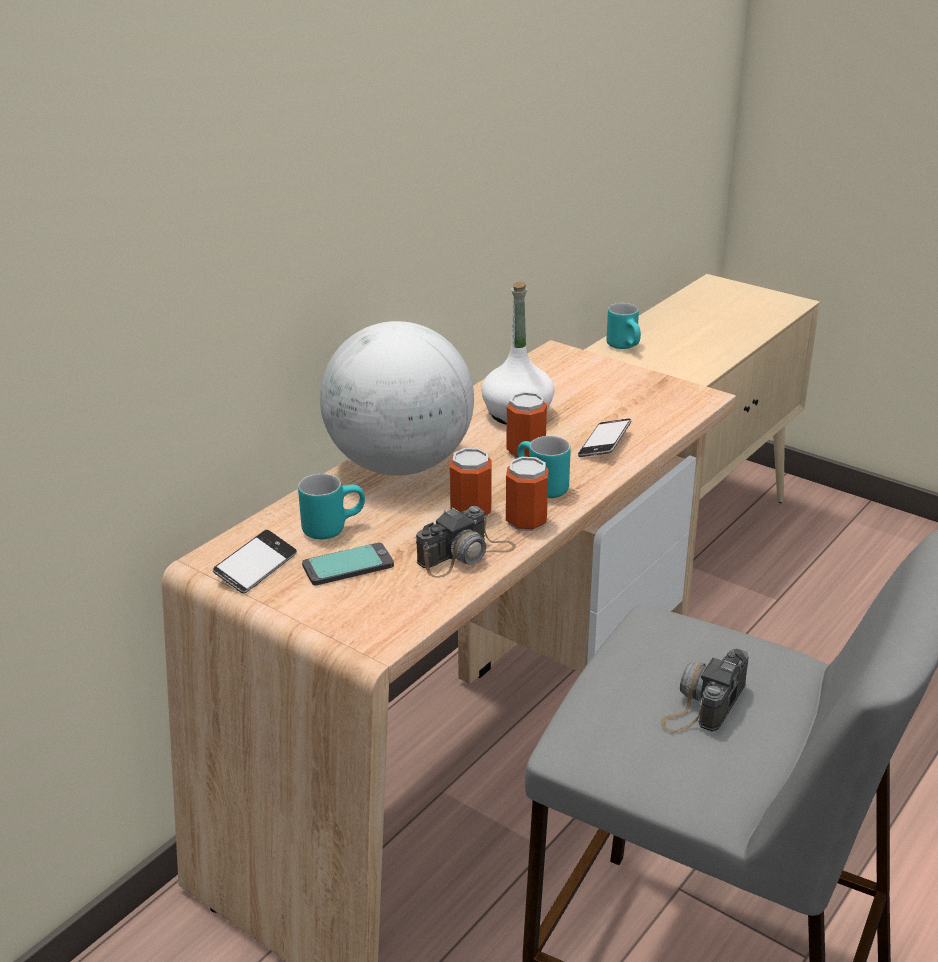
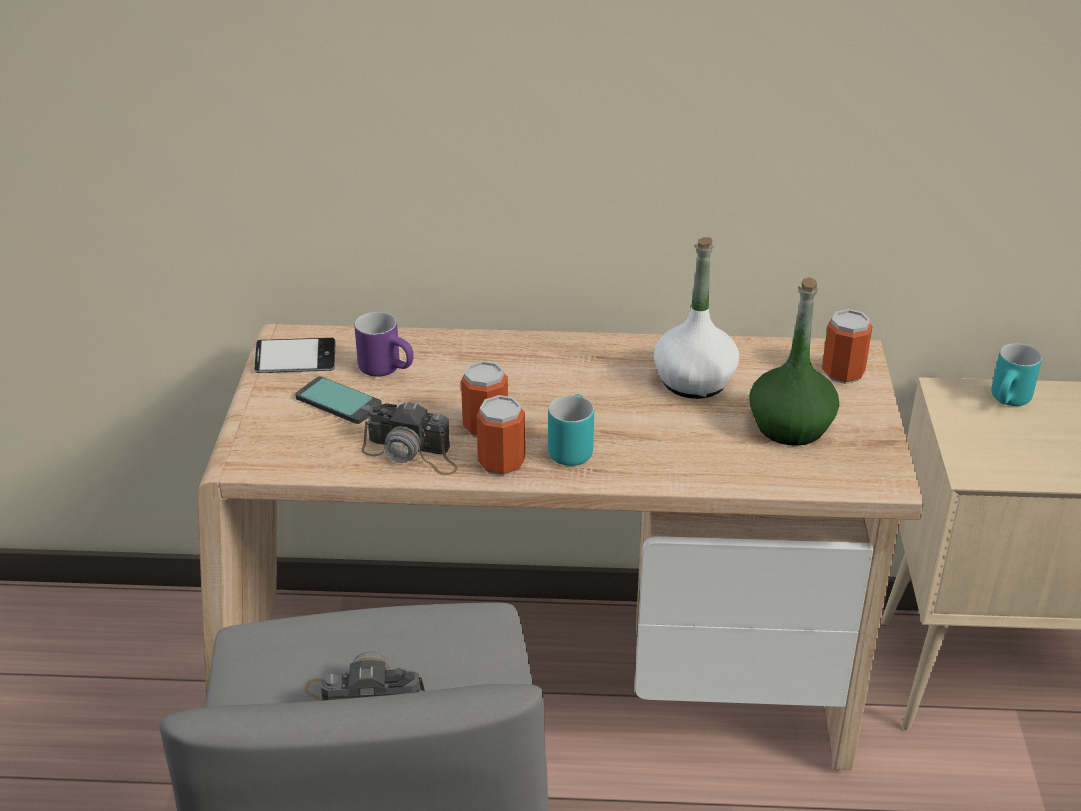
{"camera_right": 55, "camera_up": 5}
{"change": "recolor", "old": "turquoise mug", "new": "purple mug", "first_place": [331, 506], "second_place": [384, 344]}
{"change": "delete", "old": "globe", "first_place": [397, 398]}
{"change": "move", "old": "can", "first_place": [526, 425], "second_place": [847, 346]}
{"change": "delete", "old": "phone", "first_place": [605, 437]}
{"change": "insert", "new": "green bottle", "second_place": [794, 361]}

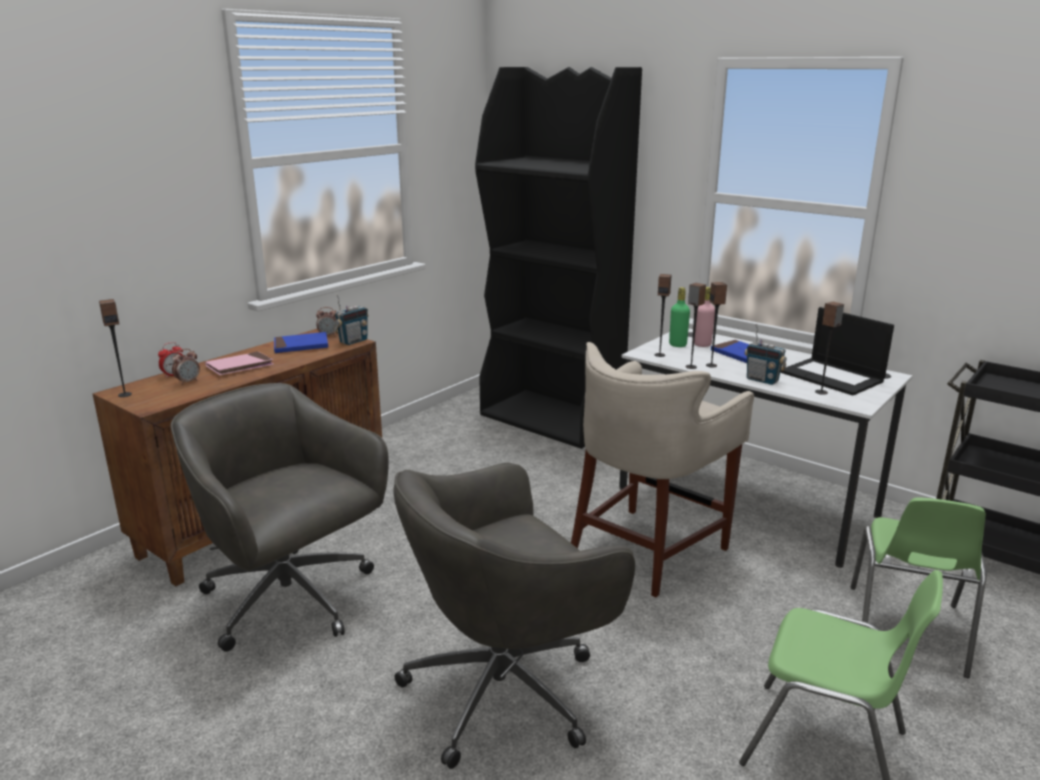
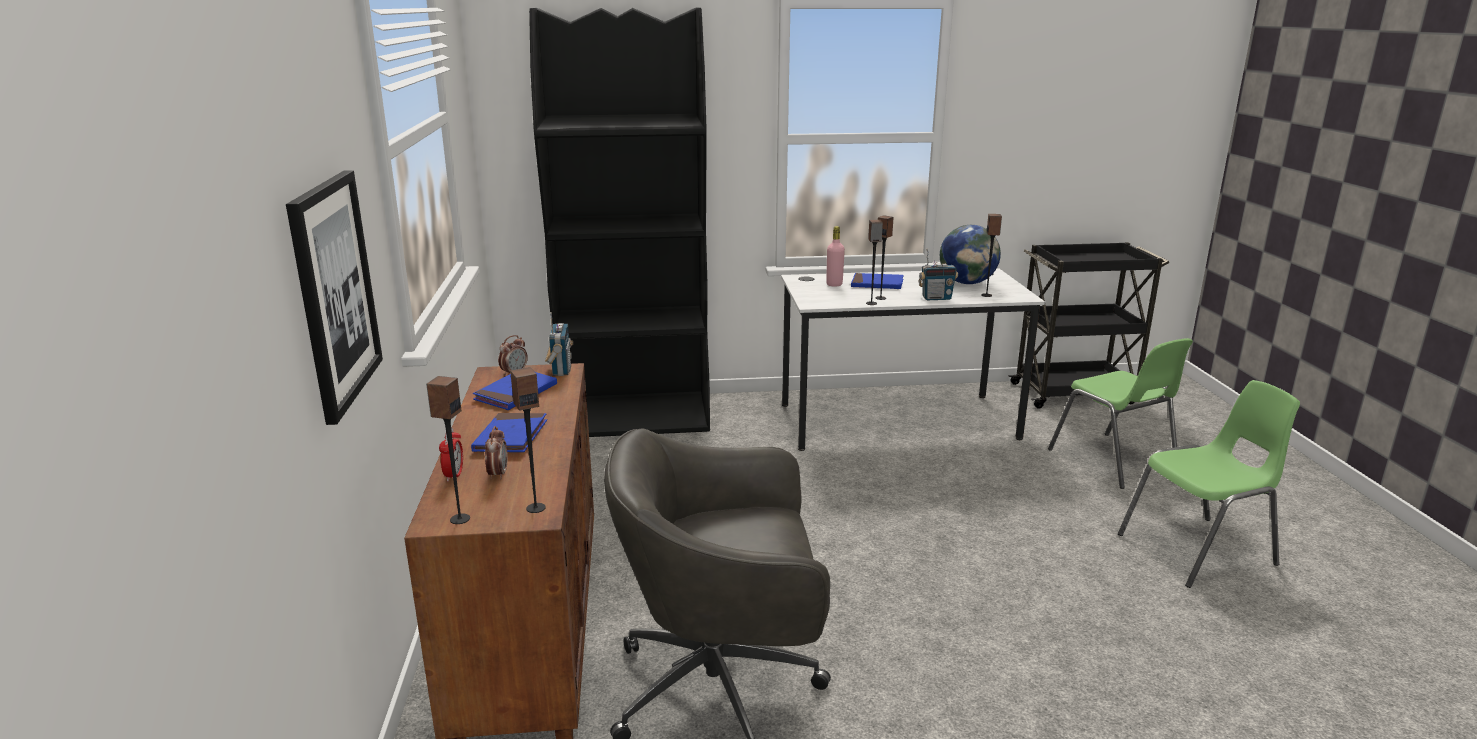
{"camera_right": -45, "camera_up": 0}
{"change": "recolor", "old": "pink book", "new": "blue book", "first_place": [239, 363], "second_place": [509, 432]}
{"change": "delete", "old": "grey office chair", "first_place": [514, 616]}
{"change": "delete", "old": "beige stool", "first_place": [662, 470]}
{"change": "move", "old": "speaker", "first_place": [663, 315], "second_place": [528, 440]}
{"change": "delete", "old": "green bottle", "first_place": [679, 317]}
{"change": "replace", "old": "laptop", "new": "globe", "first_place": [837, 351], "second_place": [970, 254]}
{"change": "insert", "new": "picture", "second_place": [334, 297]}

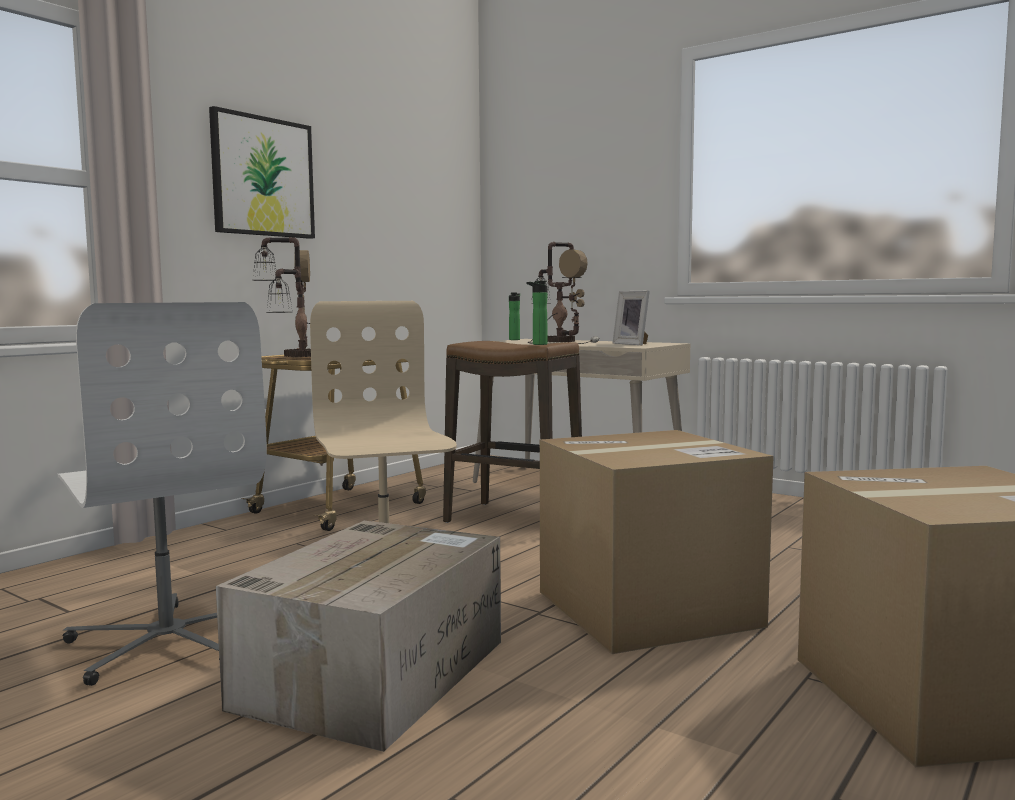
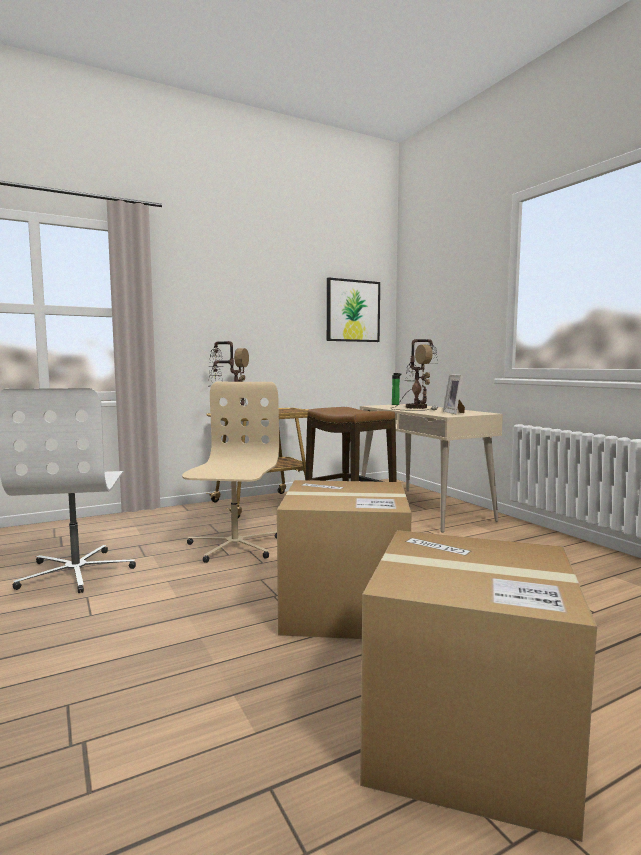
{"camera_right": 25, "camera_up": 0}
{"change": "move", "old": "picture", "first_place": [262, 172], "second_place": [353, 310]}
{"change": "delete", "old": "cardboard box", "first_place": [358, 636]}
{"change": "delete", "old": "bottle", "first_place": [537, 313]}

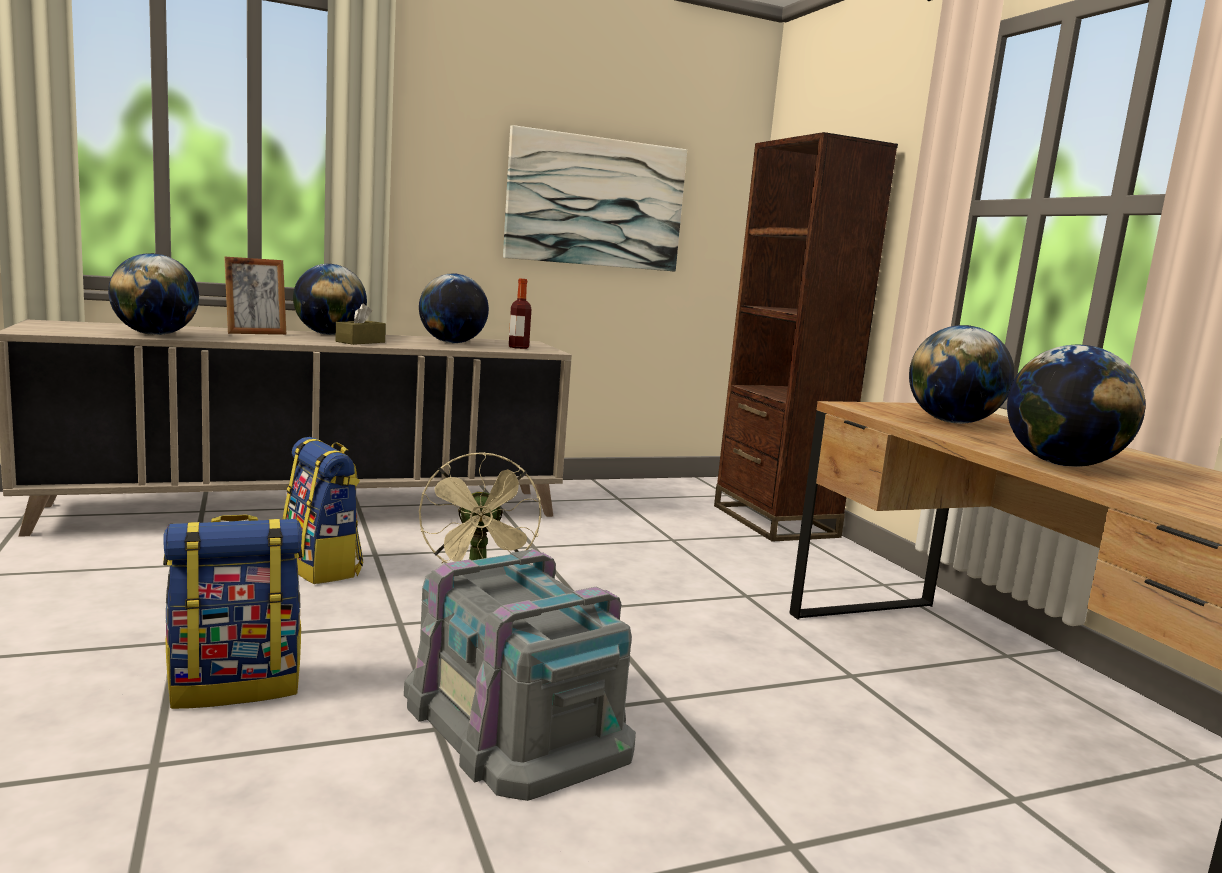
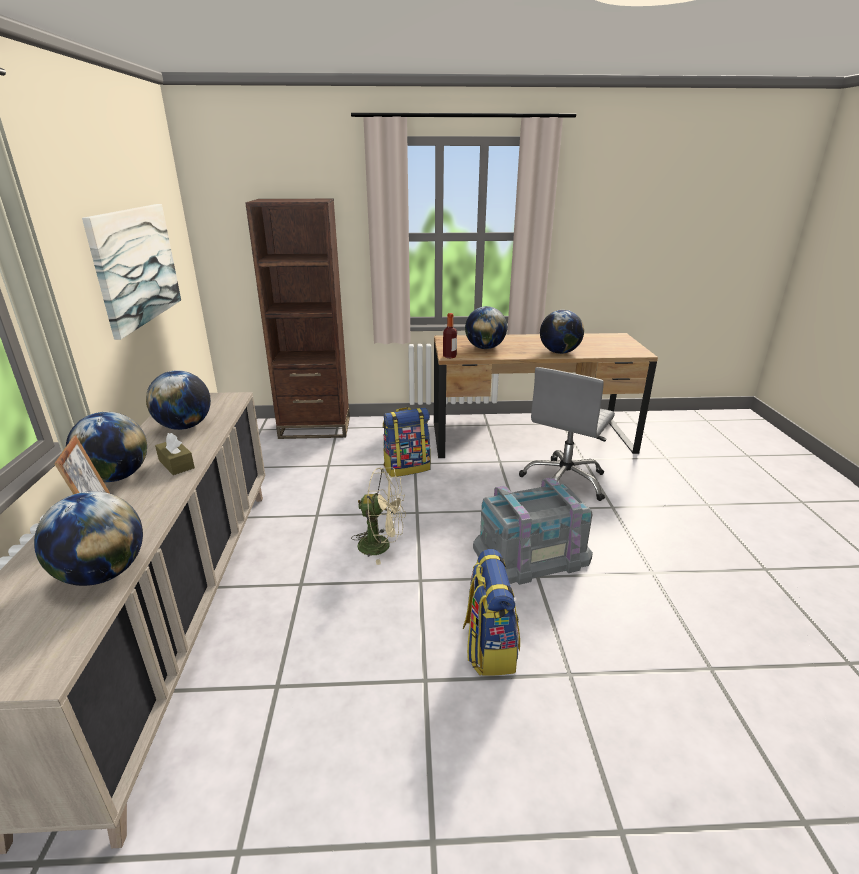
{"camera_right": -70, "camera_up": 15}
{"change": "move", "old": "backpack", "first_place": [323, 510], "second_place": [407, 442]}
{"change": "move", "old": "bottle", "first_place": [520, 313], "second_place": [450, 335]}
{"change": "insert", "new": "grey office chair", "second_place": [567, 434]}

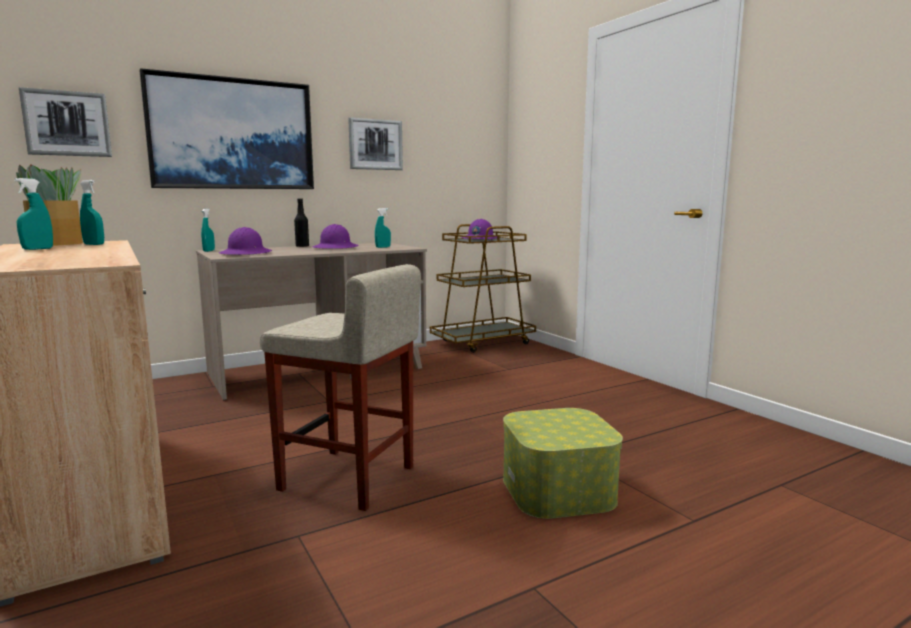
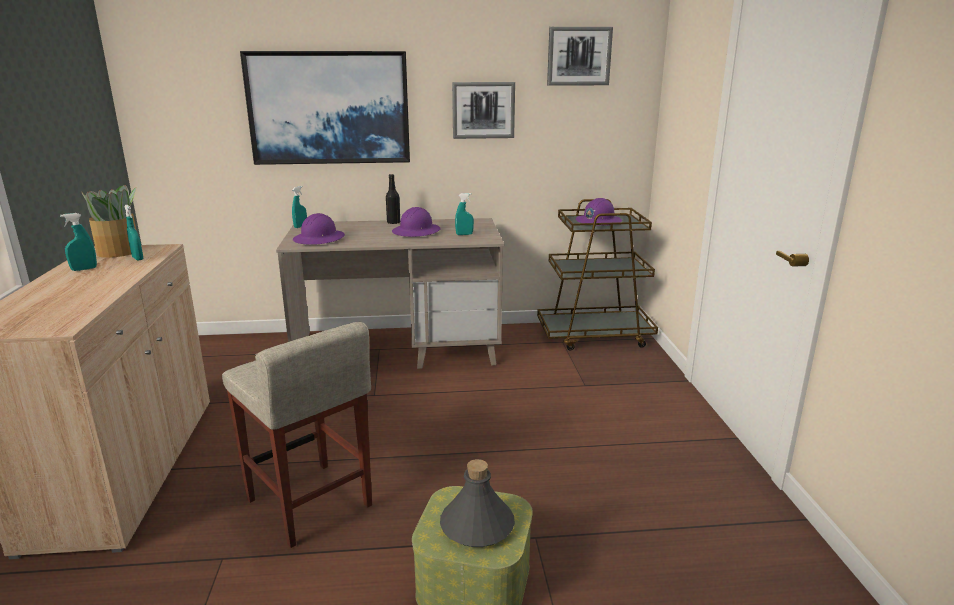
{"camera_right": 25, "camera_up": 10}
{"change": "move", "old": "picture", "first_place": [65, 122], "second_place": [580, 56]}
{"change": "insert", "new": "grey bottle", "second_place": [477, 503]}

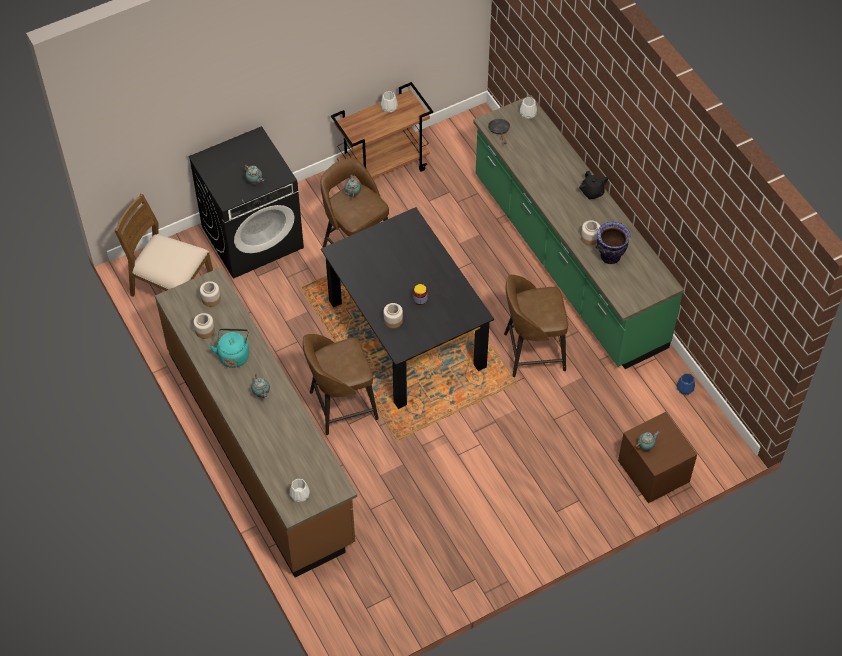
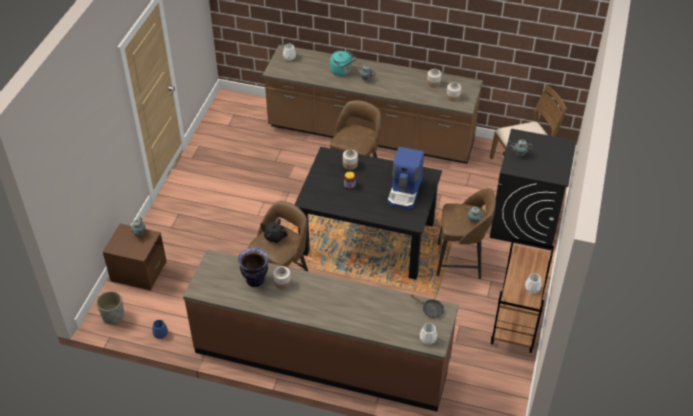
{"camera_right": 135, "camera_up": -10}
{"change": "move", "old": "turquoise kettle", "first_place": [229, 348], "second_place": [343, 63]}
{"change": "recolor", "old": "green counter", "new": "brown counter", "first_place": [578, 232], "second_place": [321, 330]}
{"change": "move", "old": "black teapot", "first_place": [593, 185], "second_place": [274, 231]}
{"change": "insert", "new": "grey planter", "second_place": [110, 308]}
{"change": "insert", "new": "coffee machine", "second_place": [405, 178]}

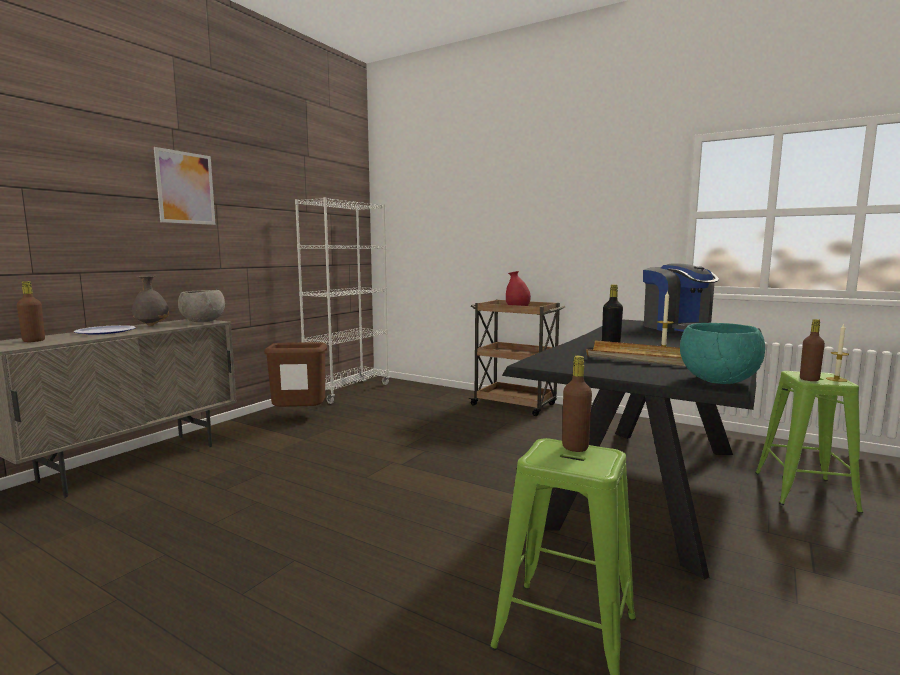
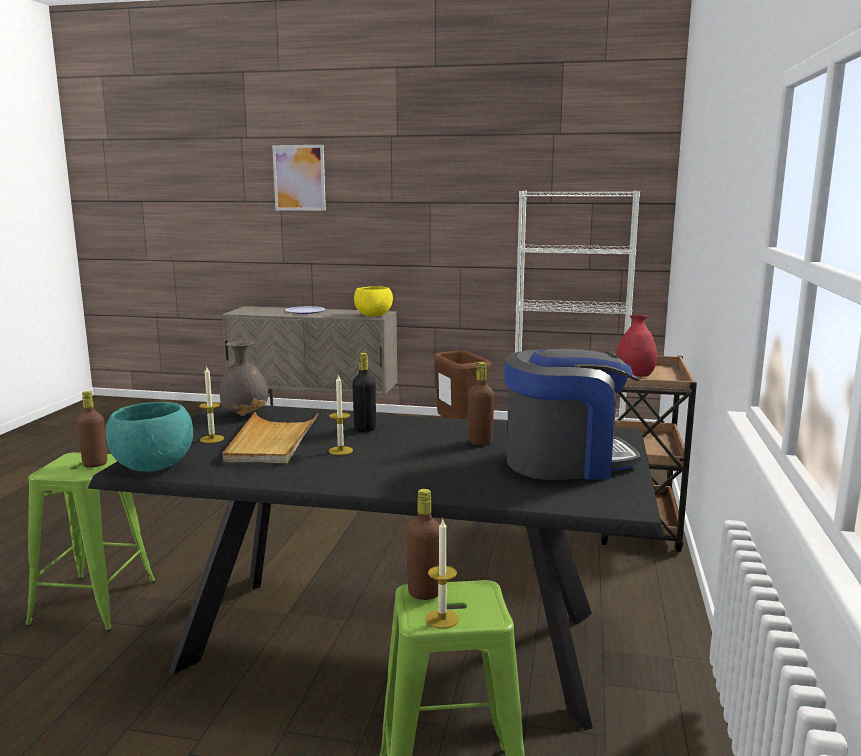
{"camera_right": 70, "camera_up": 5}
{"change": "move", "old": "brown bottle", "first_place": [31, 311], "second_place": [481, 404]}
{"change": "move", "old": "grey vase", "first_place": [150, 301], "second_place": [244, 378]}
{"change": "move", "old": "picture", "first_place": [185, 186], "second_place": [299, 178]}
{"change": "recolor", "old": "grey bowl", "new": "yellow bowl", "first_place": [201, 306], "second_place": [373, 301]}
{"change": "rotate", "old": "coffee machine", "first_place": [681, 297], "second_place": [572, 414], "degrees": -150}
{"change": "insert", "new": "candle", "second_place": [211, 405]}

